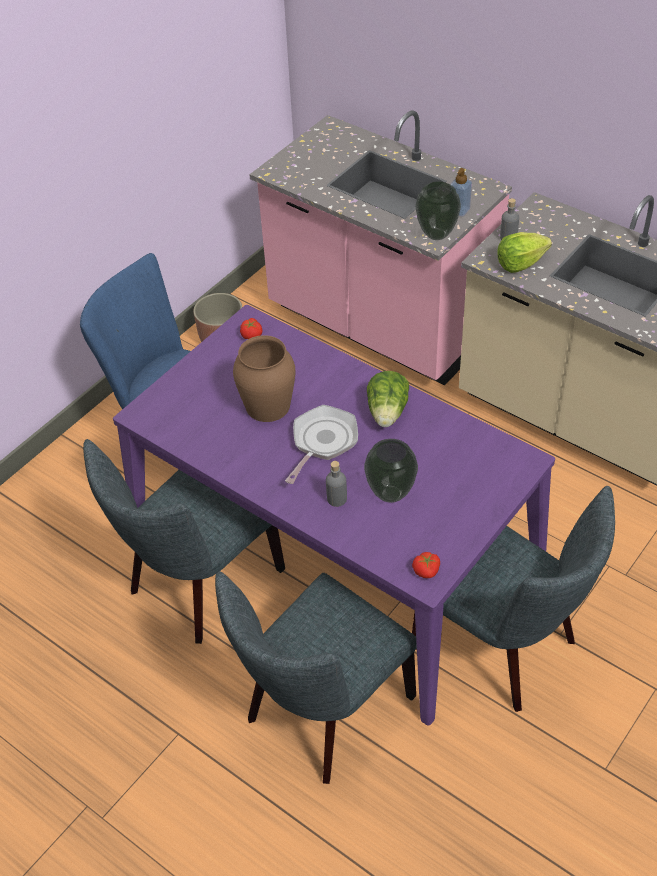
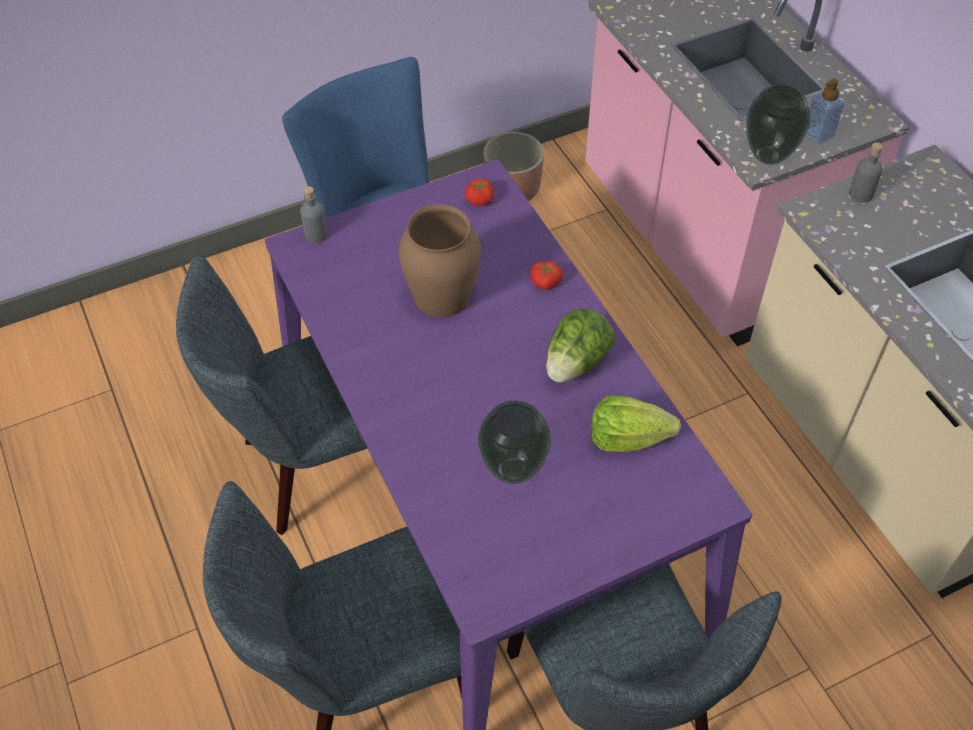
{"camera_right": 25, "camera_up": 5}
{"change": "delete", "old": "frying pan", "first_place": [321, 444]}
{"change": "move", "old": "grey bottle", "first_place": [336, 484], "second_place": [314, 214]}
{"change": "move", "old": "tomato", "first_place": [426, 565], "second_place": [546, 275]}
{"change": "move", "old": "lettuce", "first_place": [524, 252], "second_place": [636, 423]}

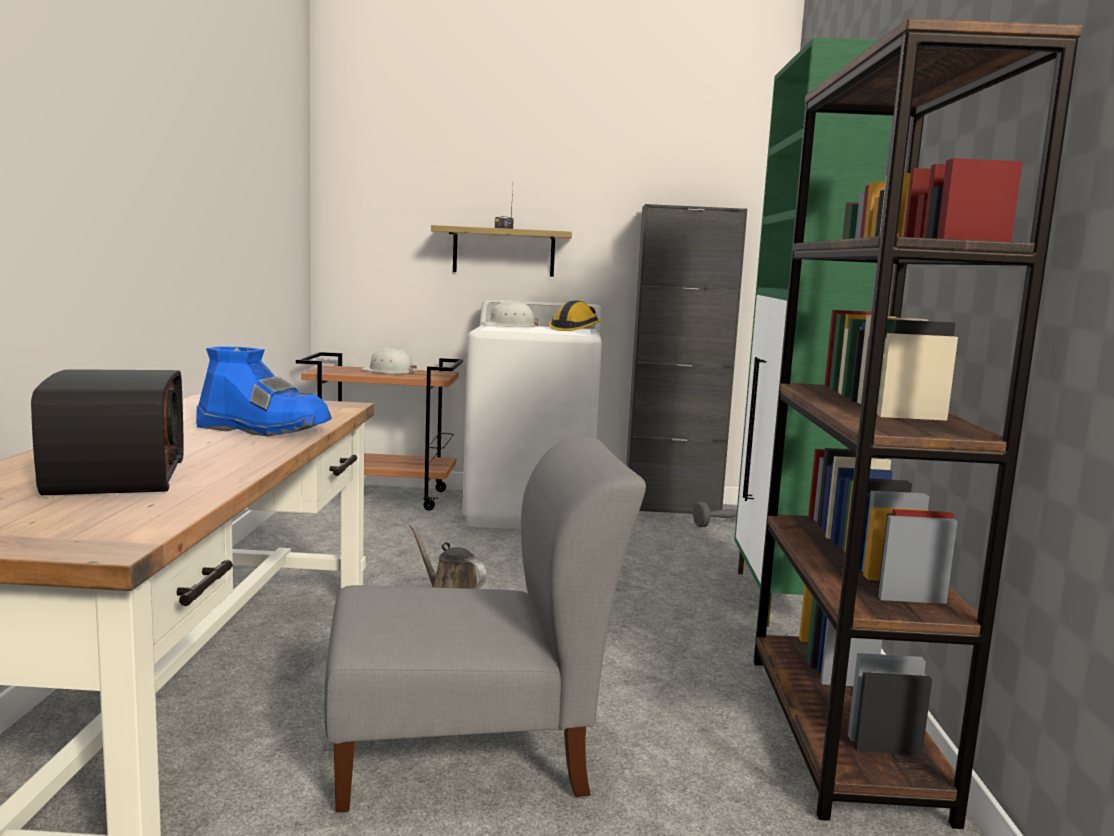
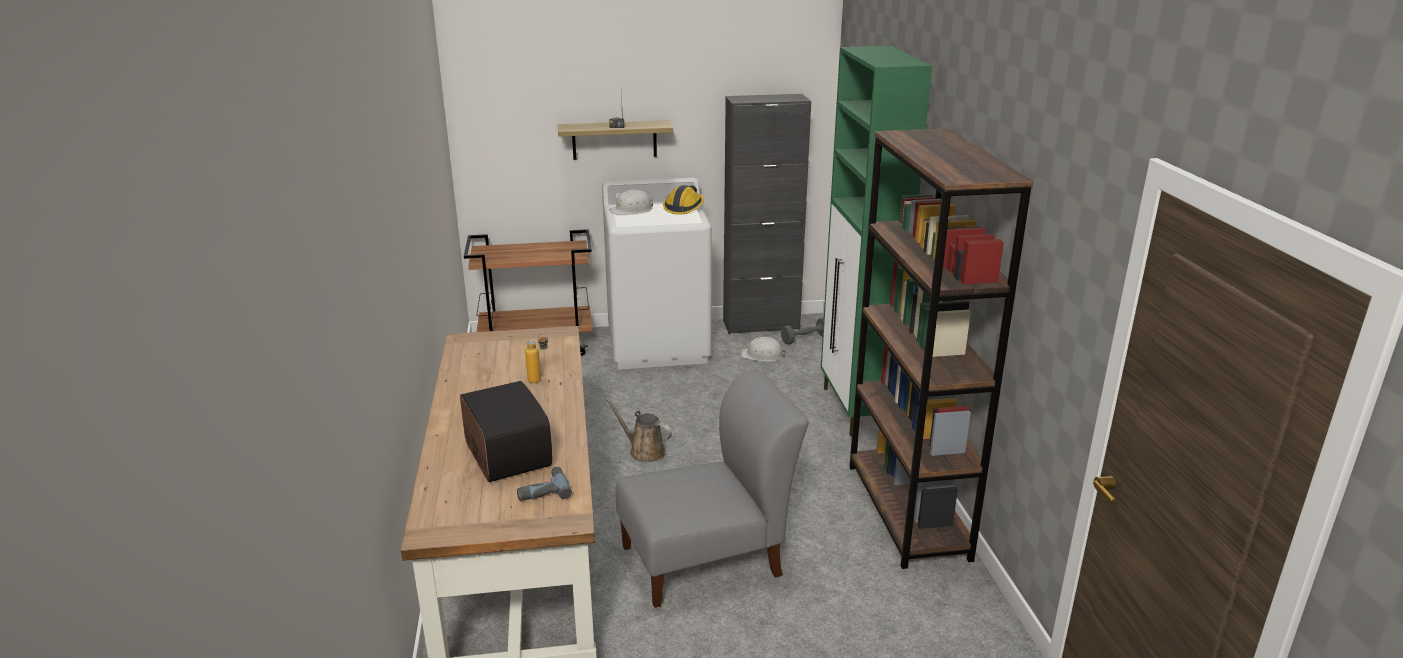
{"camera_right": -10, "camera_up": 15}
{"change": "replace", "old": "blue boot", "new": "bottle", "first_place": [264, 391], "second_place": [537, 358]}
{"change": "move", "old": "white hard hat", "first_place": [389, 360], "second_place": [763, 349]}
{"change": "insert", "new": "power drill", "second_place": [544, 483]}

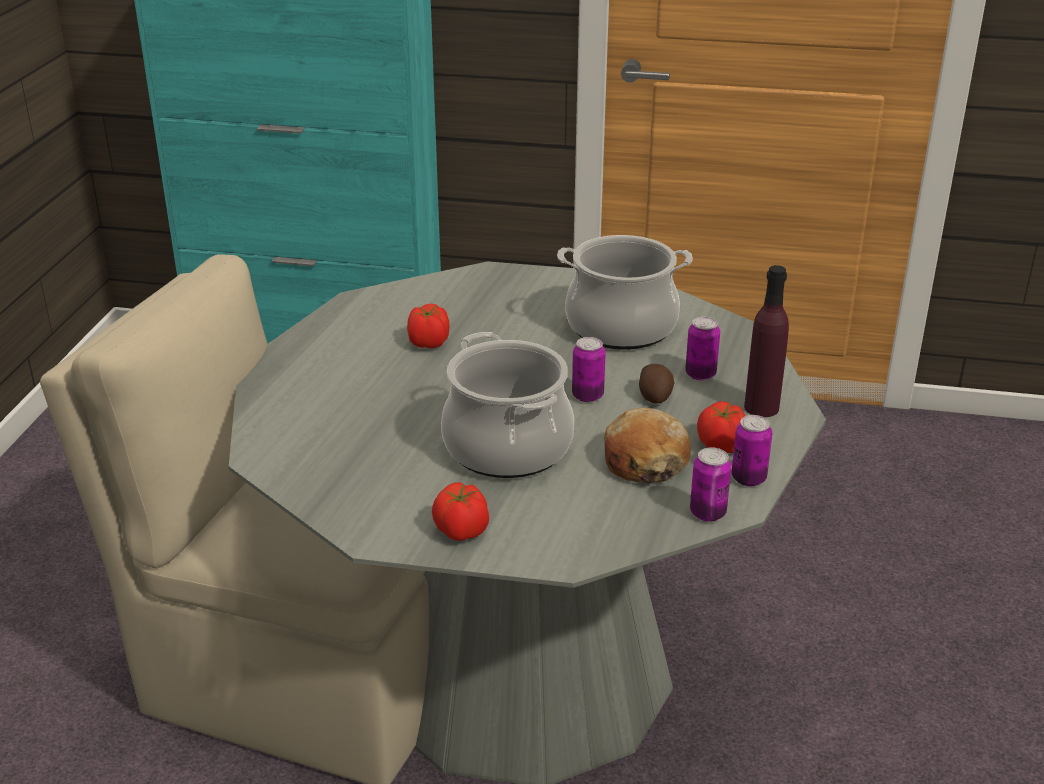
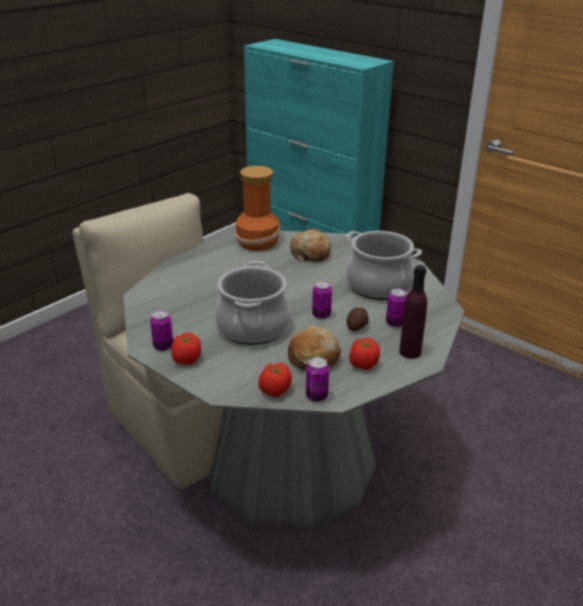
{"camera_right": 30, "camera_up": 0}
{"change": "move", "old": "tomato", "first_place": [428, 326], "second_place": [275, 380]}
{"change": "move", "old": "can", "first_place": [752, 450], "second_place": [161, 330]}
{"change": "insert", "new": "vase", "second_place": [257, 208]}
{"change": "insert", "new": "bread", "second_place": [310, 245]}

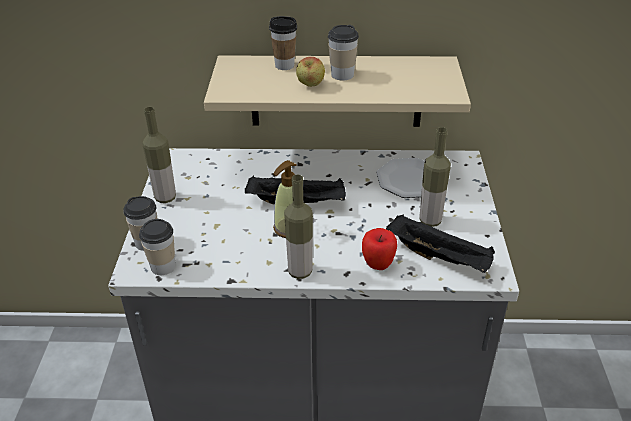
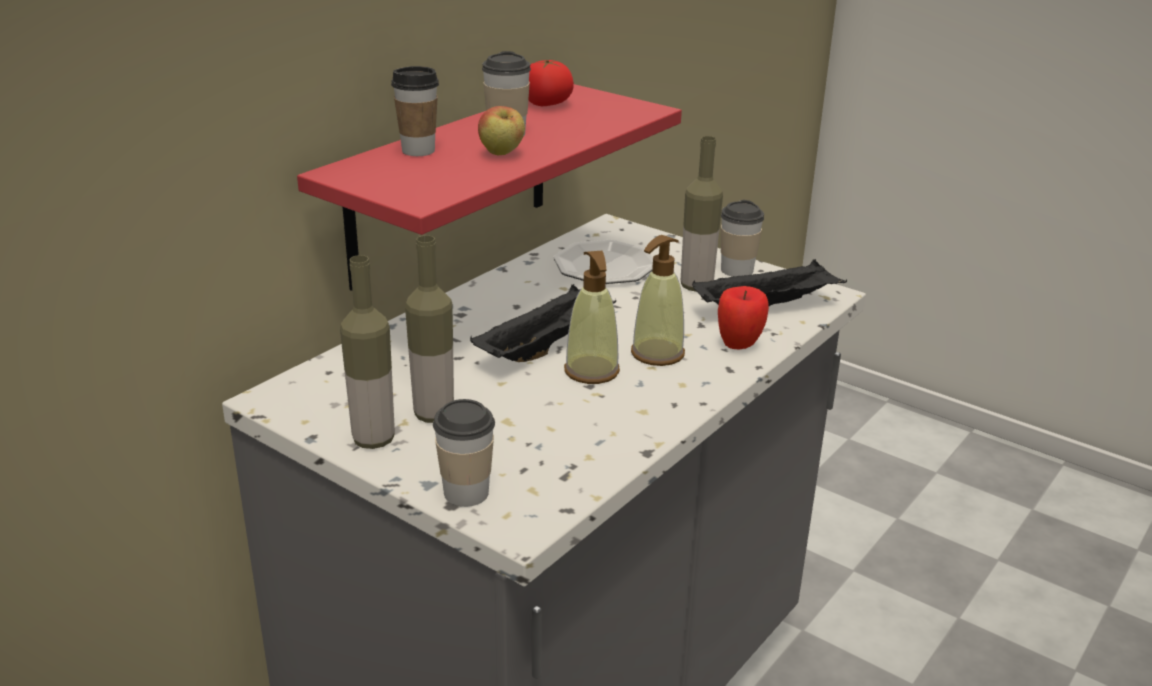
{"camera_right": -55, "camera_up": -10}
{"change": "move", "old": "cup", "first_place": [157, 247], "second_place": [742, 238]}
{"change": "recolor", "old": "beige shelf", "new": "red shelf", "first_place": [337, 91], "second_place": [489, 187]}
{"change": "move", "old": "bottle", "first_place": [298, 227], "second_place": [429, 329]}
{"change": "insert", "new": "tomato", "second_place": [551, 83]}
{"change": "insert", "new": "soap dispenser", "second_place": [658, 300]}

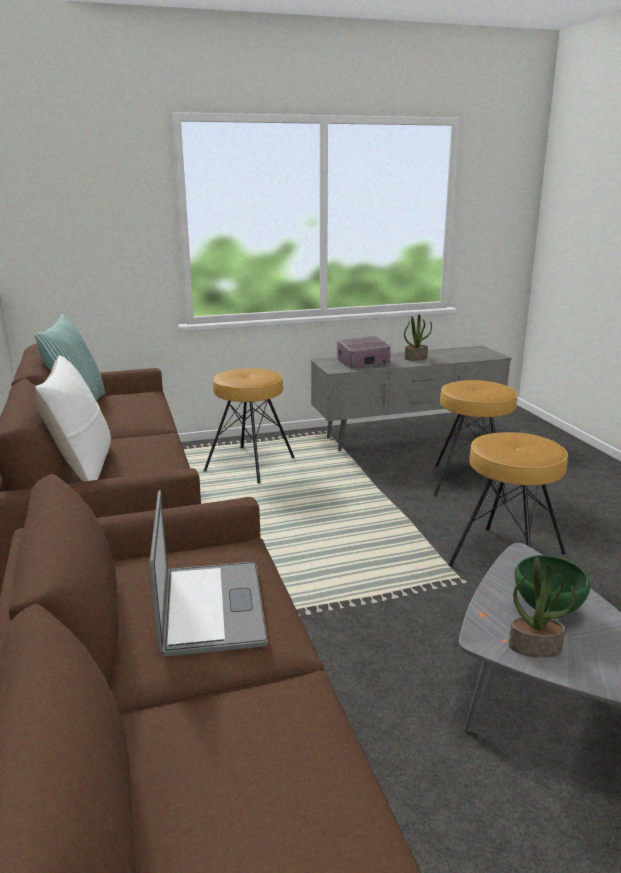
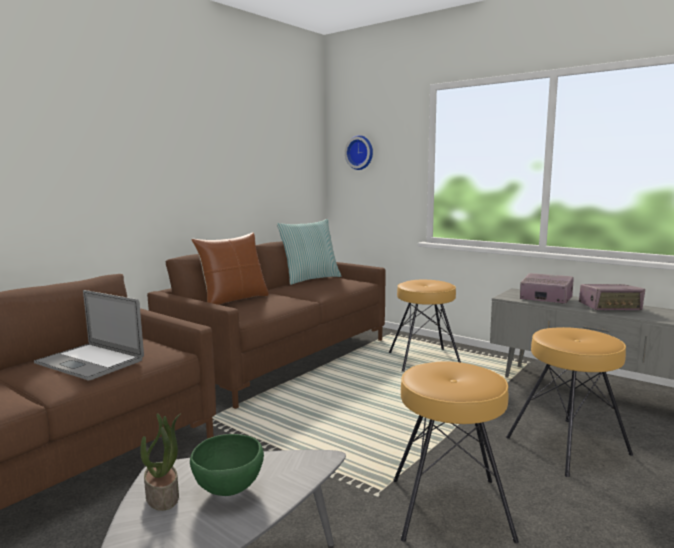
{"camera_right": 55, "camera_up": -10}
{"change": "recolor", "old": "white pillow", "new": "brown pillow", "first_place": [73, 418], "second_place": [230, 268]}
{"change": "rotate", "old": "laptop", "first_place": [208, 573], "second_place": [89, 335], "degrees": 75}
{"change": "replace", "old": "potted plant", "new": "radio", "first_place": [418, 337], "second_place": [612, 297]}
{"change": "insert", "new": "wall clock", "second_place": [359, 152]}

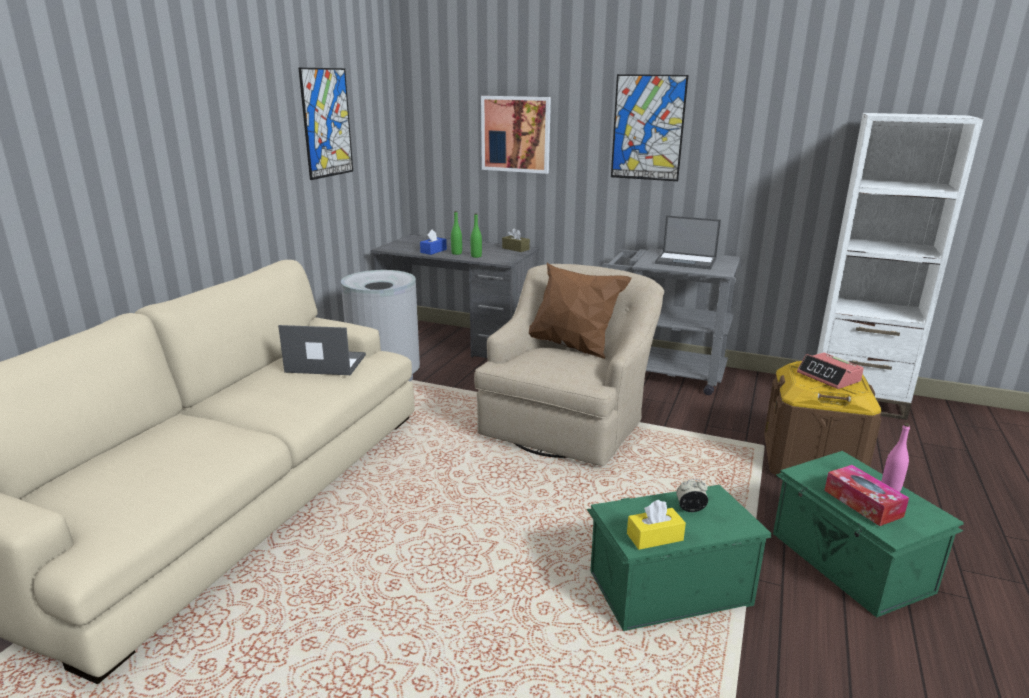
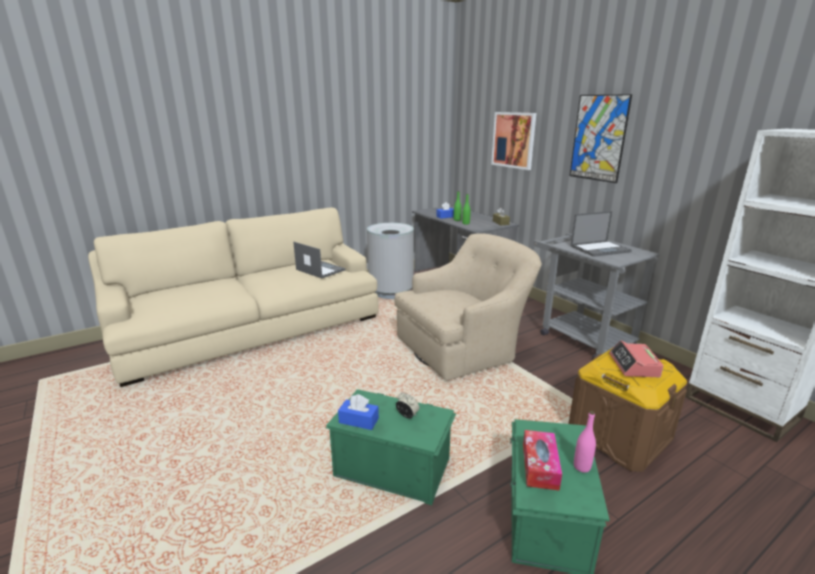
{"camera_right": 35, "camera_up": 0}
{"change": "delete", "old": "picture", "first_place": [326, 124]}
{"change": "delete", "old": "brown pillow", "first_place": [580, 311]}
{"change": "recolor", "old": "yellow tissue box", "new": "blue tissue box", "first_place": [656, 525], "second_place": [358, 412]}
{"change": "rotate", "old": "laptop", "first_place": [688, 242], "second_place": [601, 234], "degrees": -75}

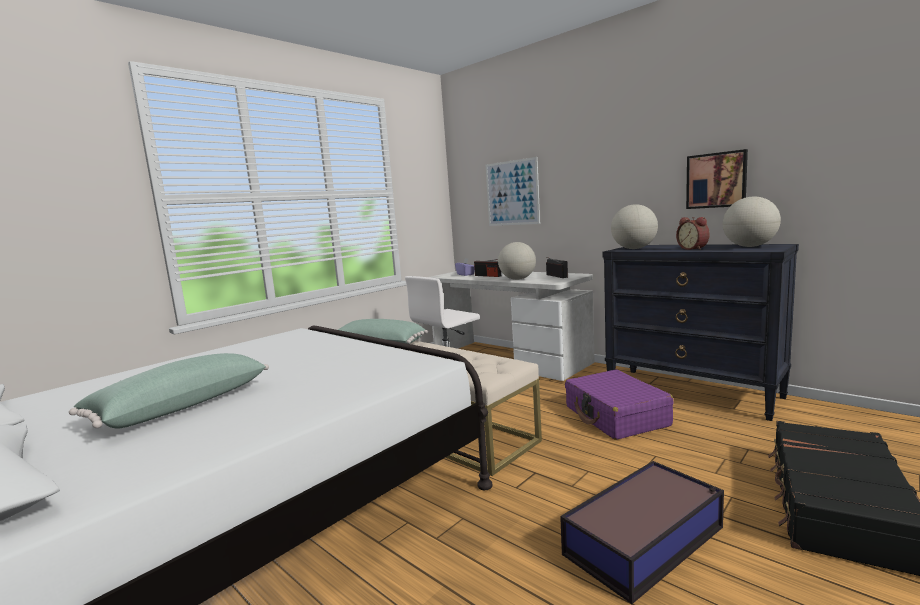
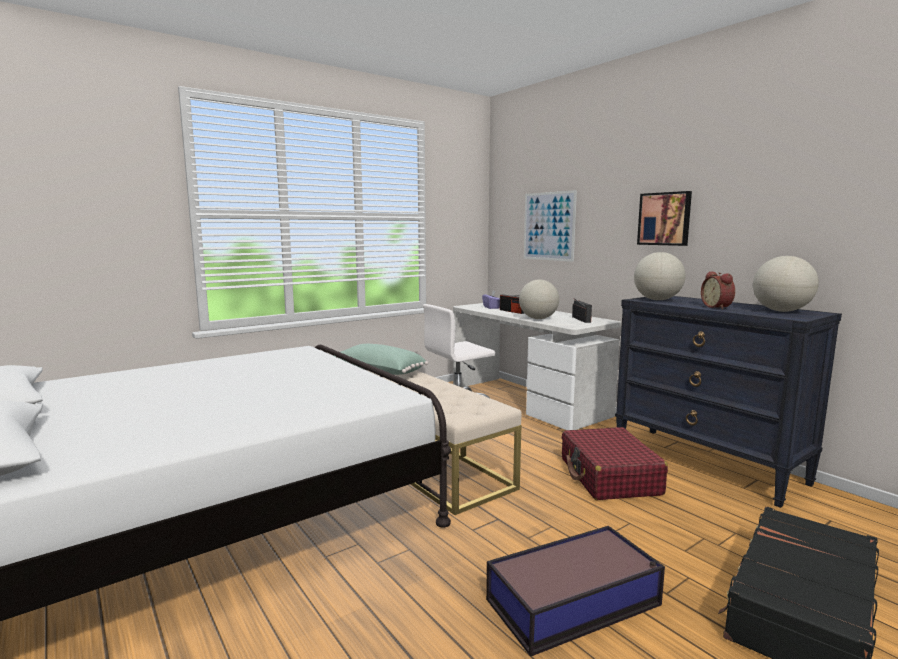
{"camera_right": 10, "camera_up": 0}
{"change": "delete", "old": "green pillow", "first_place": [169, 391]}
{"change": "recolor", "old": "purple suitcase", "new": "red suitcase", "first_place": [619, 404], "second_place": [615, 463]}
{"change": "move", "old": "picture", "first_place": [717, 179], "second_place": [664, 218]}

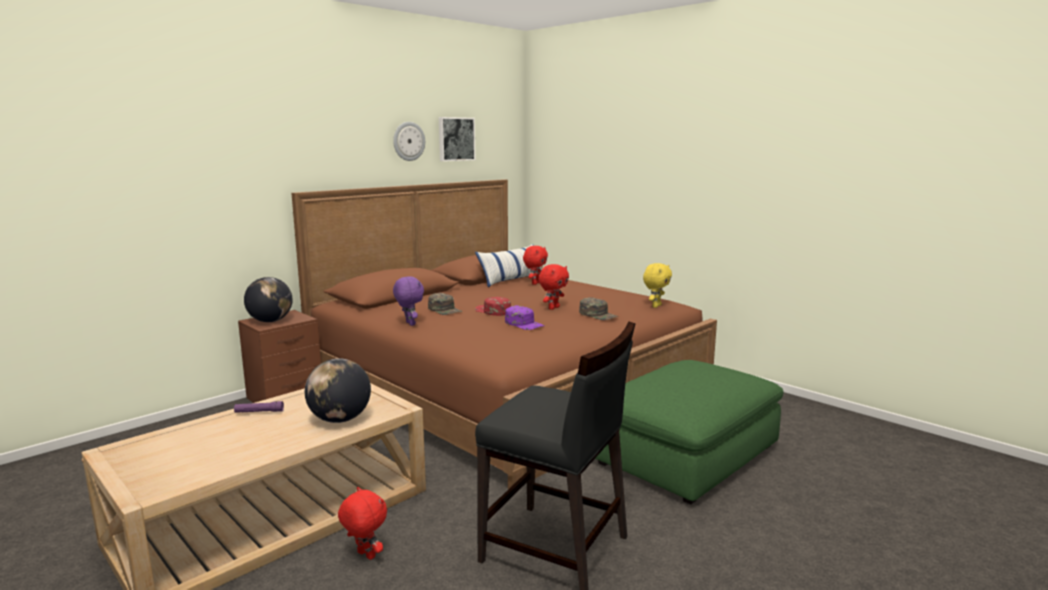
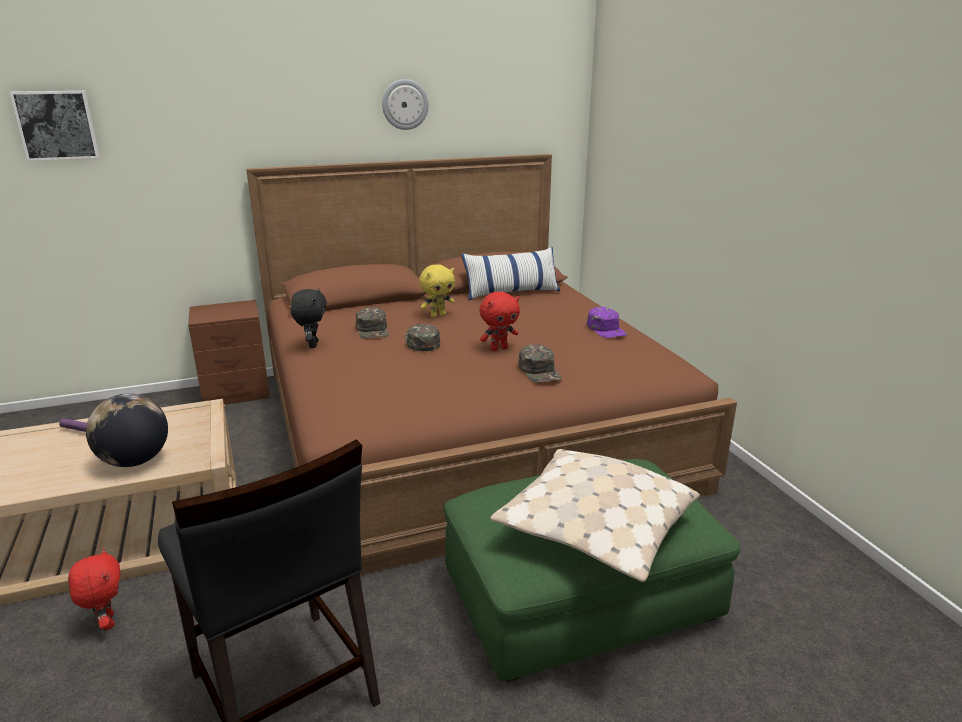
{"camera_right": 25, "camera_up": 10}
{"change": "delete", "old": "globe", "first_place": [268, 299]}
{"change": "recolor", "old": "purple plush toy", "new": "black plush toy", "first_place": [408, 301], "second_place": [309, 318]}
{"change": "move", "old": "picture", "first_place": [457, 139], "second_place": [55, 126]}
{"change": "recolor", "old": "red cap", "new": "green cap", "first_place": [493, 306], "second_place": [422, 337]}
{"change": "move", "old": "purple cap", "first_place": [525, 317], "second_place": [607, 322]}
{"change": "delete", "old": "red plush toy", "first_place": [535, 265]}
{"change": "move", "old": "yellow plush toy", "first_place": [657, 285], "second_place": [437, 291]}
{"change": "insert", "new": "beige pillow", "second_place": [595, 515]}

